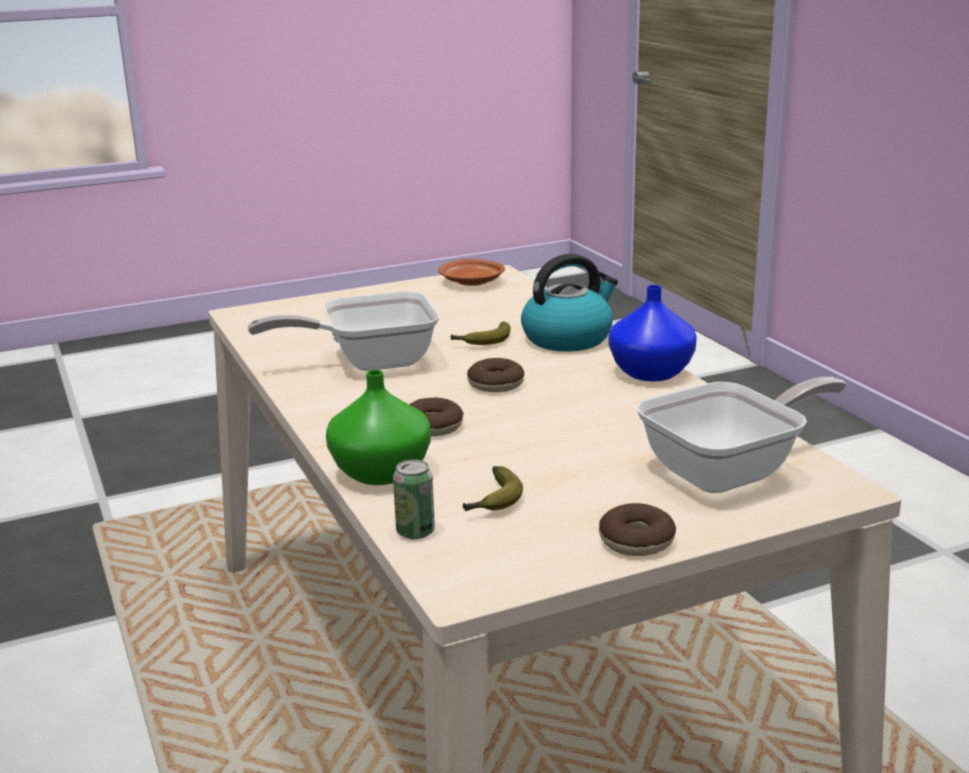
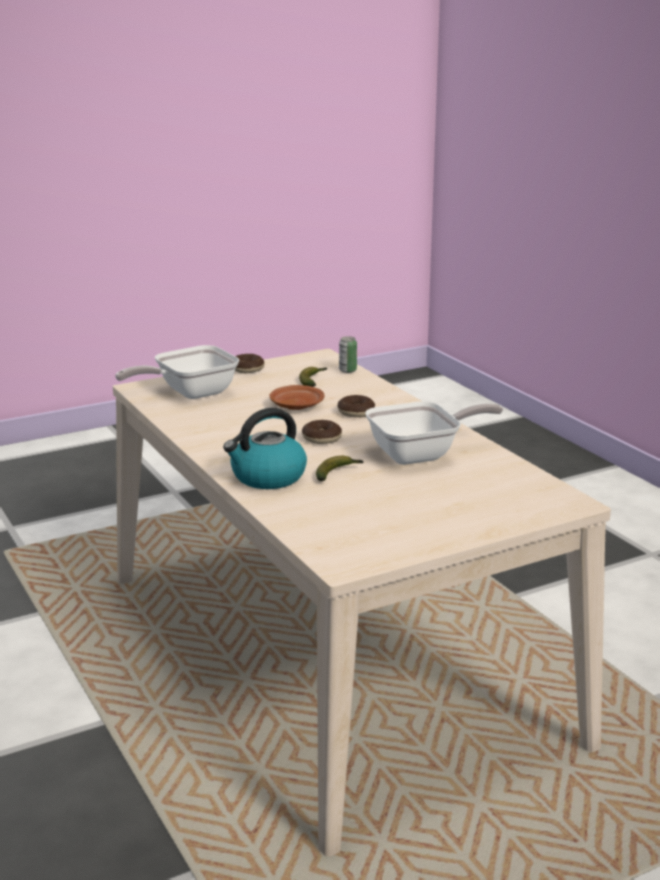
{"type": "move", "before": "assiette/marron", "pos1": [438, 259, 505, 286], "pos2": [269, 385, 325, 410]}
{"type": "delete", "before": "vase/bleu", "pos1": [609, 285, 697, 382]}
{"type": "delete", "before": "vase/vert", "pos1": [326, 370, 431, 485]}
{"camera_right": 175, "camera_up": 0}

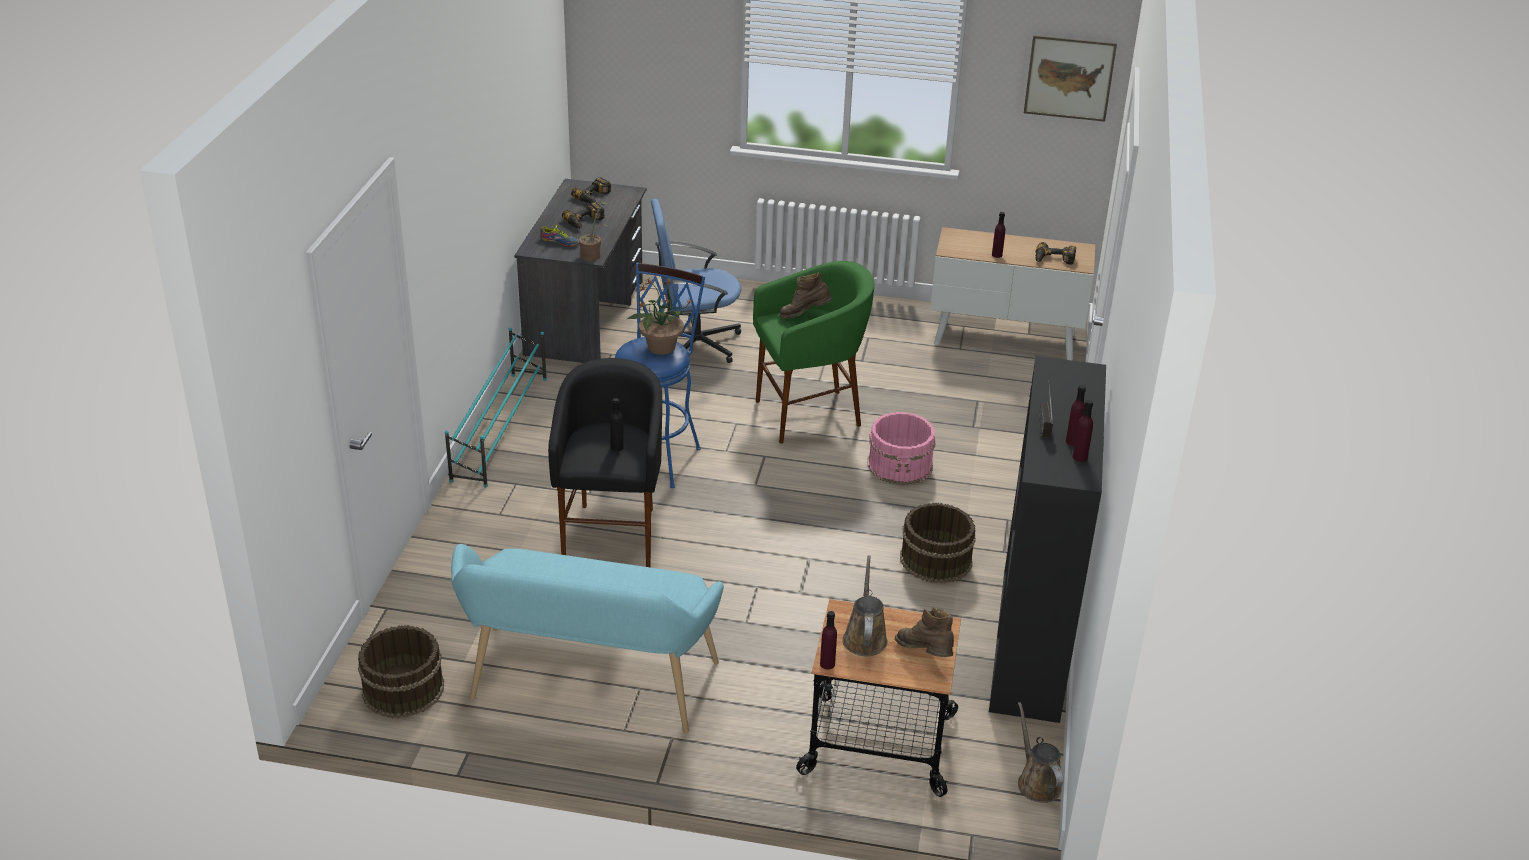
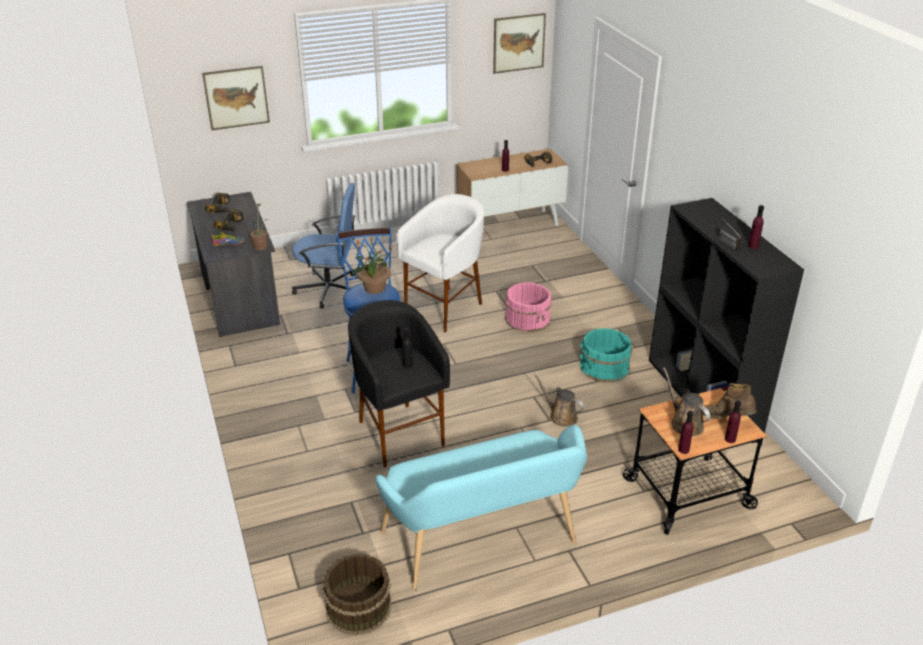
{"type": "rotate", "before": "chaise de bureau/bleu", "pos1": [651, 199, 741, 363], "pos2": [292, 183, 355, 309], "turn": -135}
{"type": "recolor", "before": "tabouret/vert", "after": "tabouret/blanc", "pos1": [753, 261, 874, 444], "pos2": [396, 194, 484, 332]}
{"type": "delete", "before": "botte/marron", "pos1": [779, 272, 832, 318]}
{"type": "delete", "before": "étagère à chaussures/turquoise", "pos1": [445, 328, 547, 488]}
{"type": "move", "before": "bouteille/violet", "pos1": [1073, 400, 1093, 462], "pos2": [725, 400, 741, 443]}
{"type": "recolor", "before": "seau/marron", "after": "seau/turquoise", "pos1": [900, 502, 976, 583], "pos2": [579, 328, 632, 383]}
{"type": "move", "before": "arrosoir/marron", "pos1": [1018, 702, 1063, 803], "pos2": [533, 373, 584, 427]}
{"type": "insert", "after": "tableau", "pos2": [202, 66, 270, 130]}
{"camera_right": -30, "camera_up": 0}

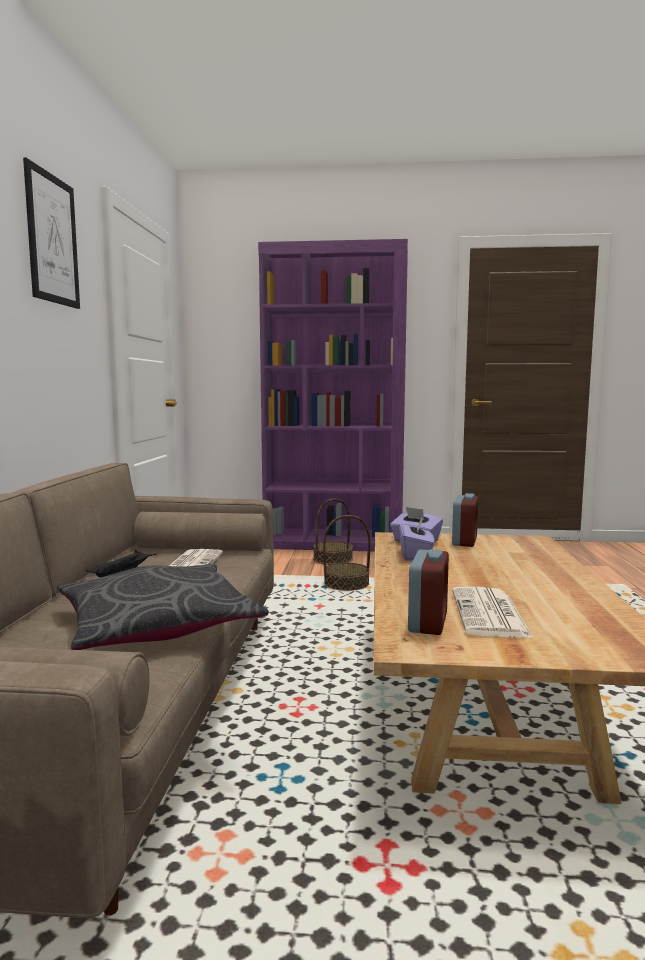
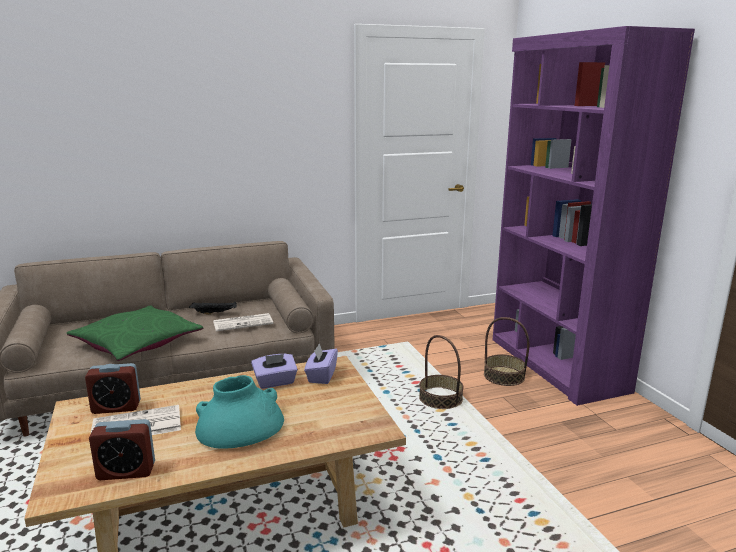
{"type": "delete", "before": "tableau", "pos1": [23, 157, 80, 309]}
{"type": "move", "before": "réveil", "pos1": [452, 493, 478, 547], "pos2": [89, 419, 155, 480]}
{"type": "recolor", "before": "coussin/gris", "after": "coussin/vert", "pos1": [57, 564, 269, 650], "pos2": [67, 305, 203, 361]}
{"type": "insert", "after": "vase/turquoise", "pos2": [195, 375, 284, 449]}
{"camera_right": 65, "camera_up": 10}

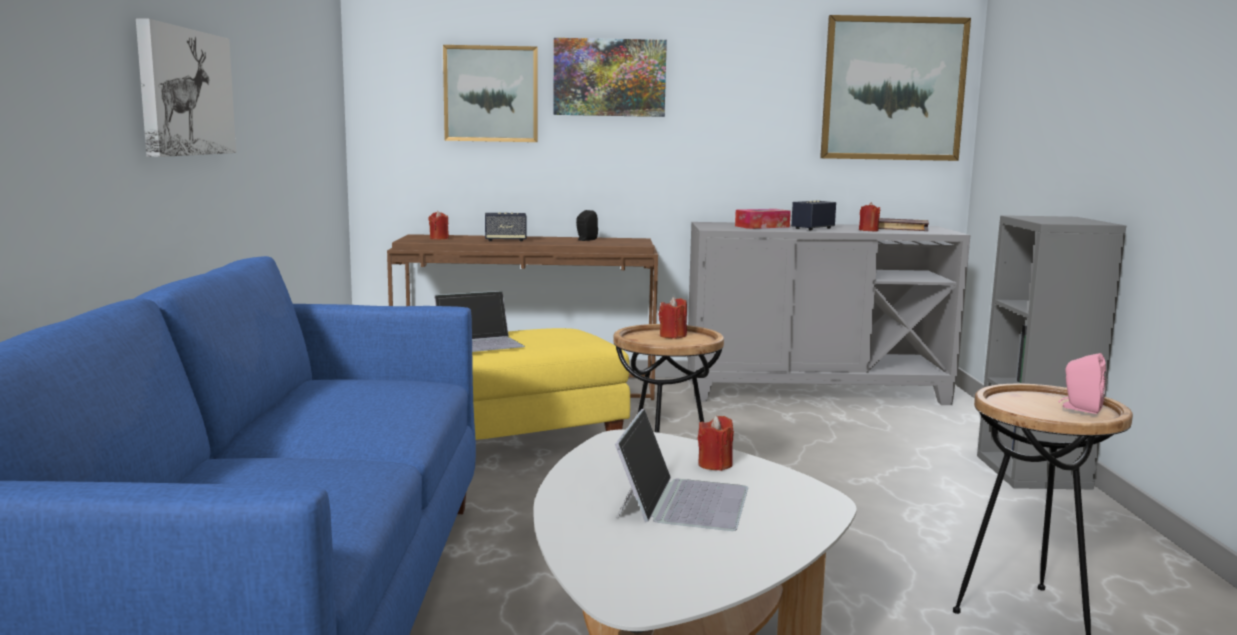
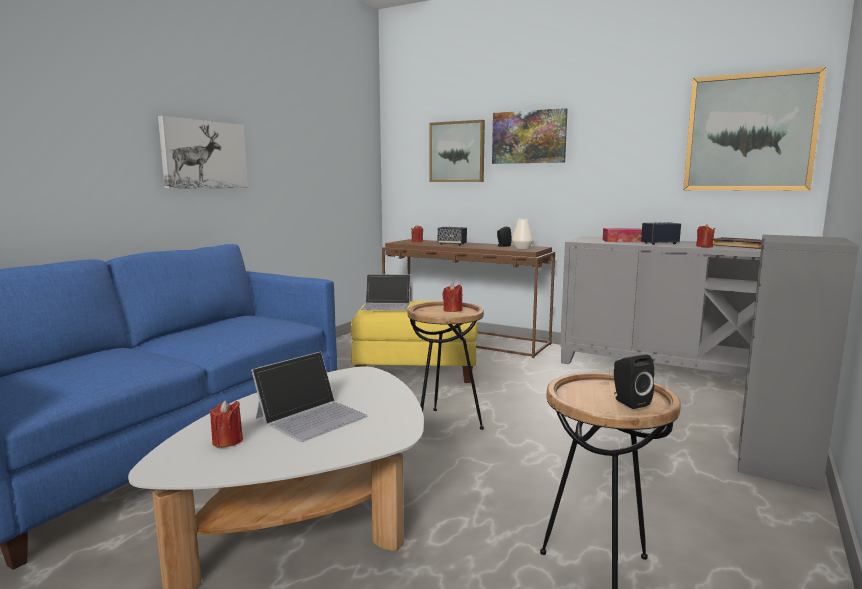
{"type": "recolor", "before": "enceinte/rose", "after": "enceinte/noir", "pos1": [1058, 353, 1107, 414], "pos2": [614, 355, 654, 409]}
{"type": "move", "before": "bougie/rouge", "pos1": [698, 416, 734, 471], "pos2": [210, 400, 243, 448]}
{"type": "insert", "after": "vase/blanc", "pos2": [512, 219, 534, 249]}
{"camera_right": 30, "camera_up": 0}

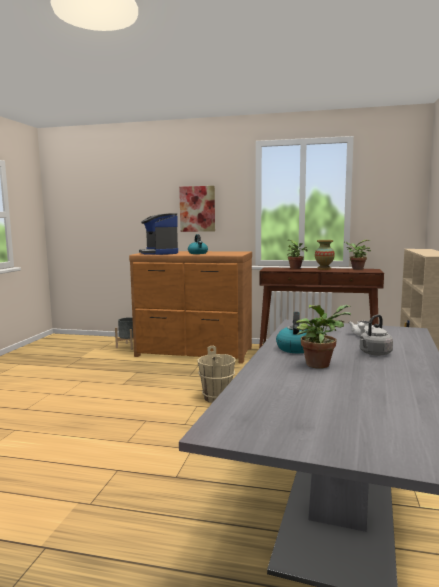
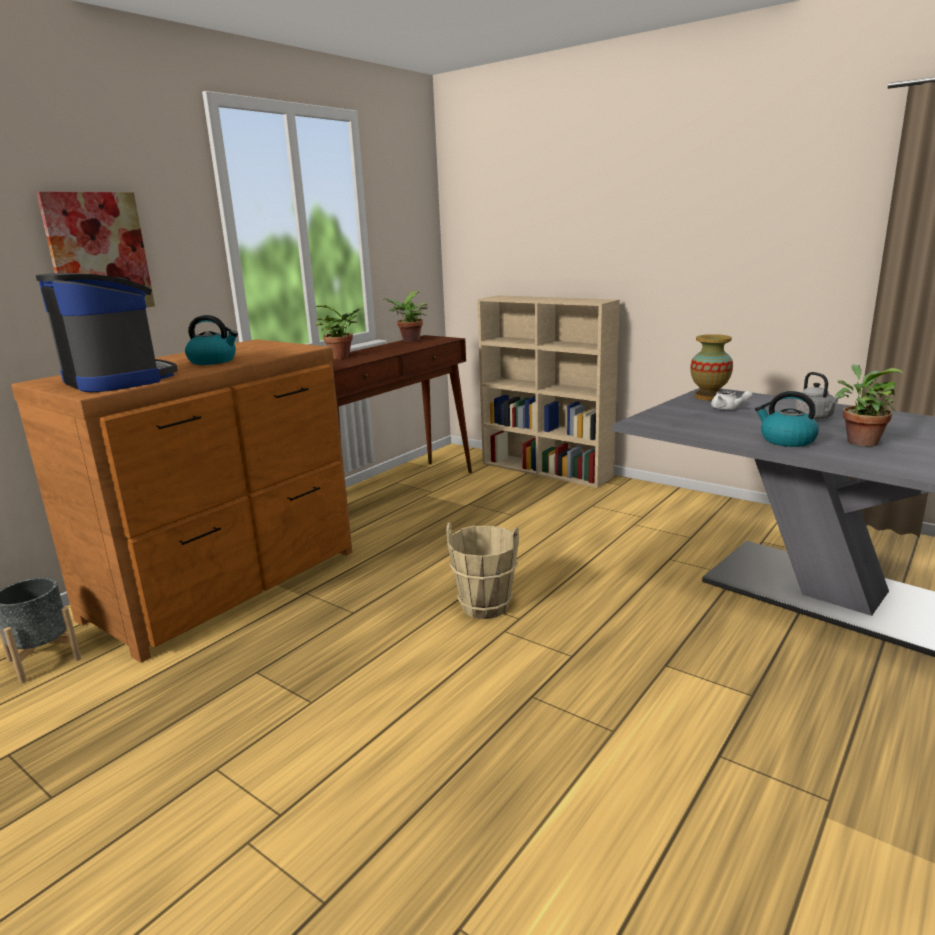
{"type": "rotate", "before": "machine à café", "pos1": [139, 213, 178, 255], "pos2": [35, 273, 178, 392], "turn": -135}
{"type": "move", "before": "vase", "pos1": [315, 240, 335, 270], "pos2": [690, 334, 733, 401]}
{"camera_right": -65, "camera_up": 10}

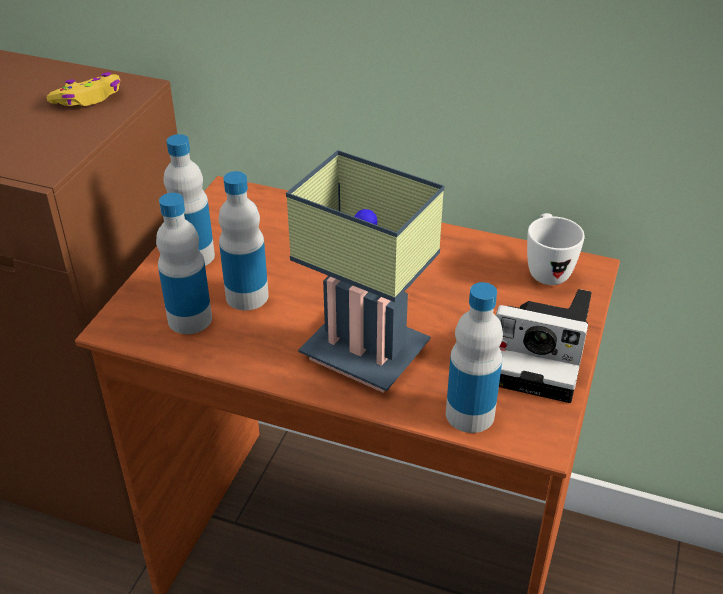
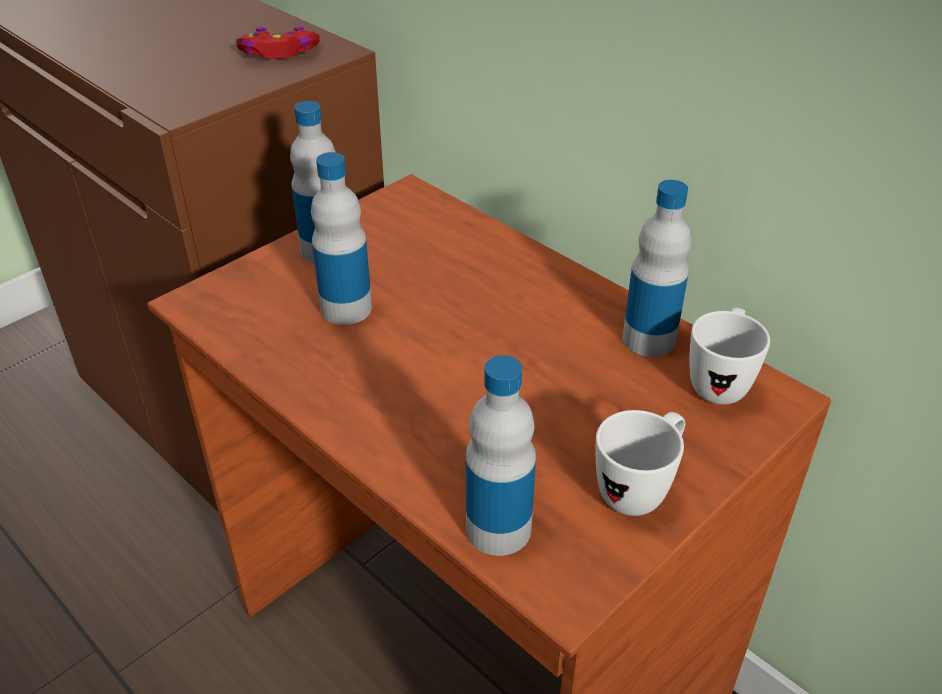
{"type": "recolor", "before": "manette/jaune", "after": "manette/rouge", "pos1": [46, 72, 120, 106], "pos2": [236, 27, 320, 59]}
{"type": "delete", "before": "lampe de table", "pos1": [286, 150, 444, 393]}
{"type": "move", "before": "bouteille", "pos1": [156, 193, 212, 334], "pos2": [623, 180, 691, 357]}
{"type": "replace", "before": "appareil photo", "after": "mug/blanc", "pos1": [496, 289, 592, 403], "pos2": [596, 410, 685, 516]}
{"camera_right": 25, "camera_up": 0}

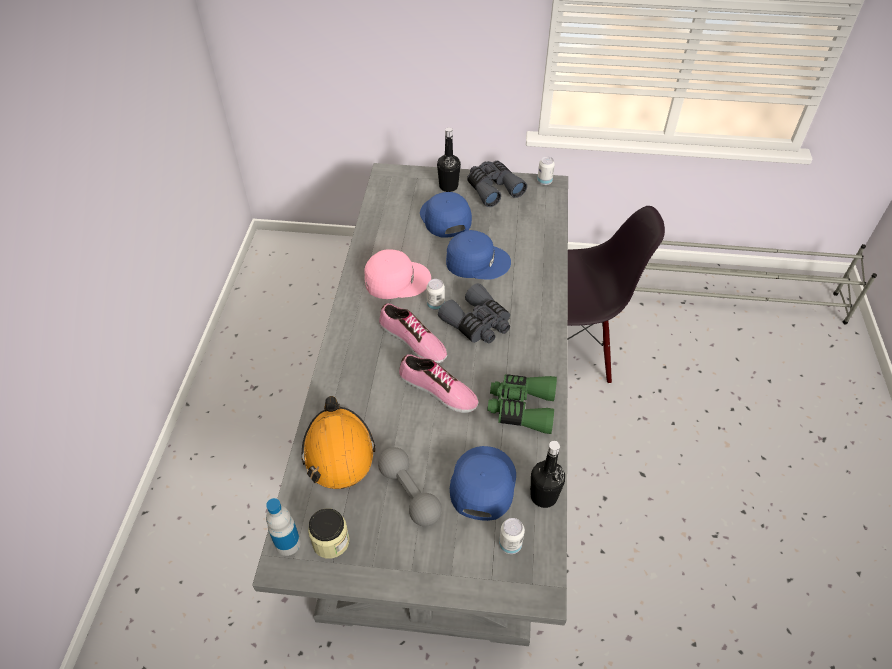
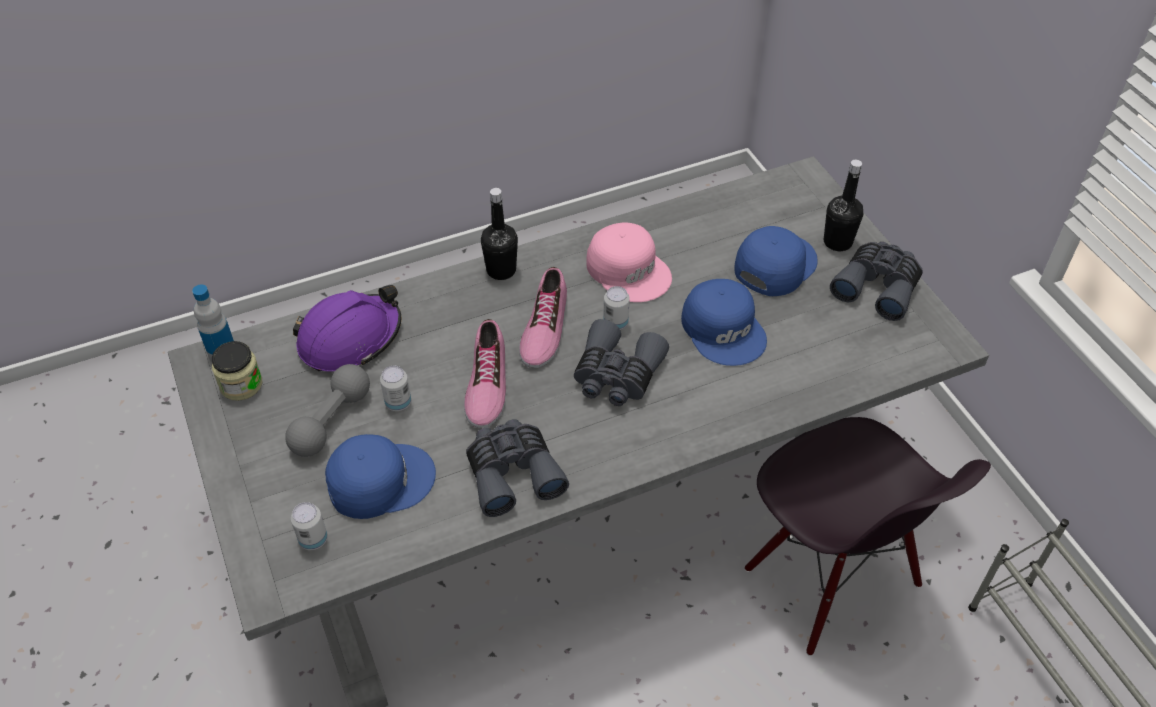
{"type": "move", "before": "boîte métallique", "pos1": [537, 156, 555, 185], "pos2": [380, 366, 411, 411]}
{"type": "recolor", "before": "jumelles/vert", "after": "jumelles/gris", "pos1": [487, 374, 557, 434], "pos2": [466, 419, 569, 517]}
{"type": "recolor", "before": "casque de chantier/orange", "after": "casque de chantier/violet", "pos1": [302, 396, 375, 489], "pos2": [293, 285, 401, 372]}
{"type": "move", "before": "bouteille/noir", "pos1": [530, 441, 565, 508], "pos2": [481, 188, 518, 280]}
{"camera_right": 60, "camera_up": 0}

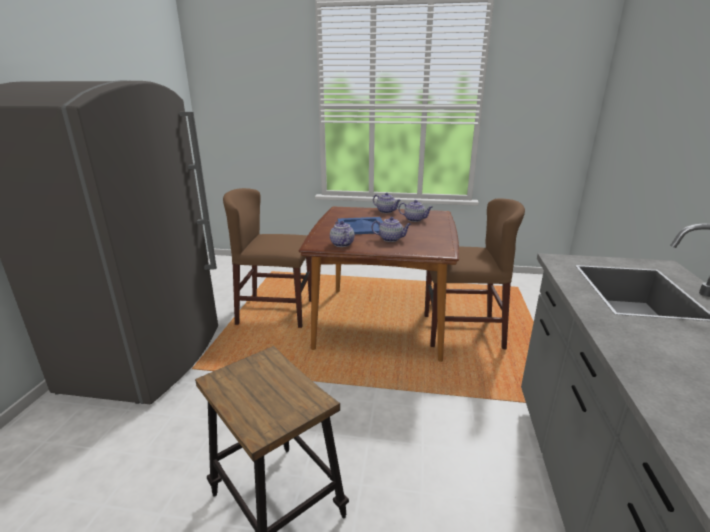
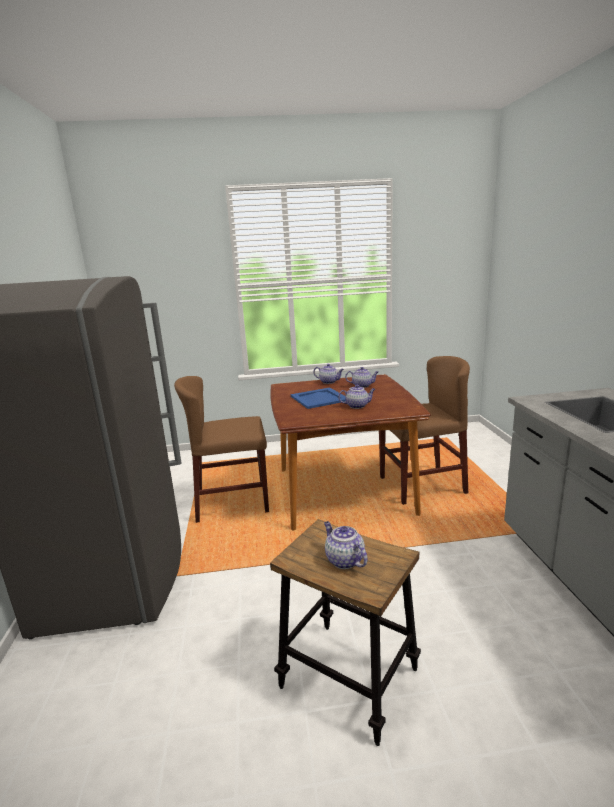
{"type": "move", "before": "théière", "pos1": [330, 221, 355, 247], "pos2": [324, 521, 368, 569]}
{"camera_right": -15, "camera_up": -5}

